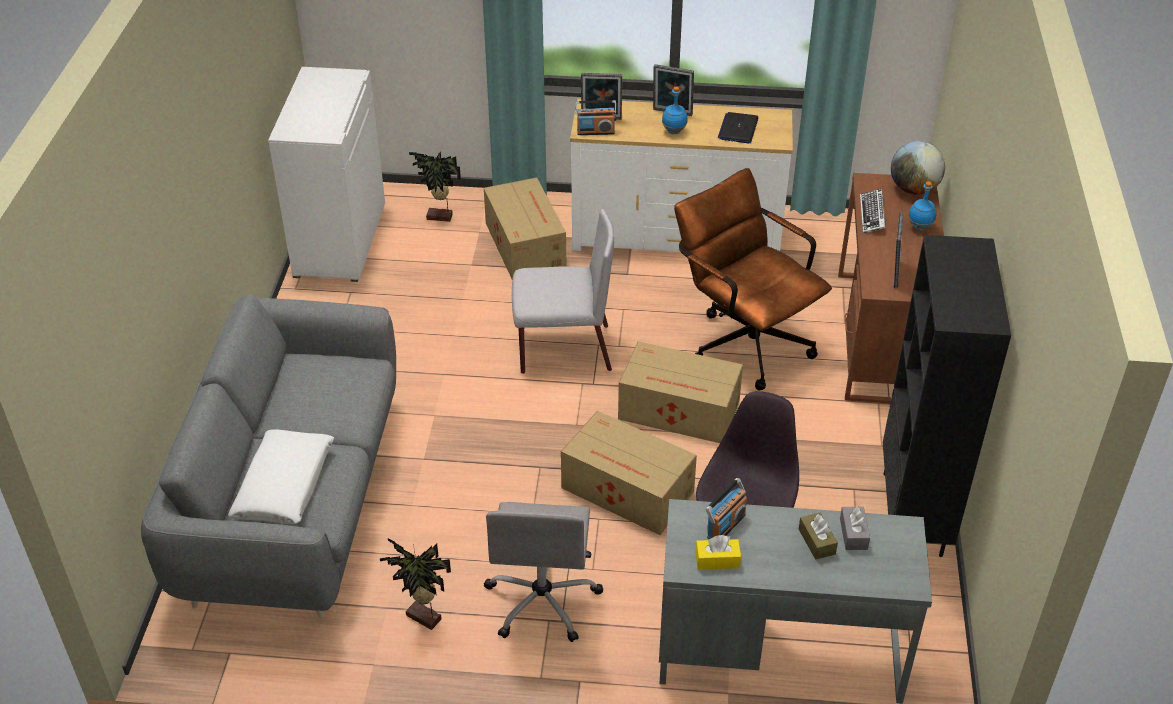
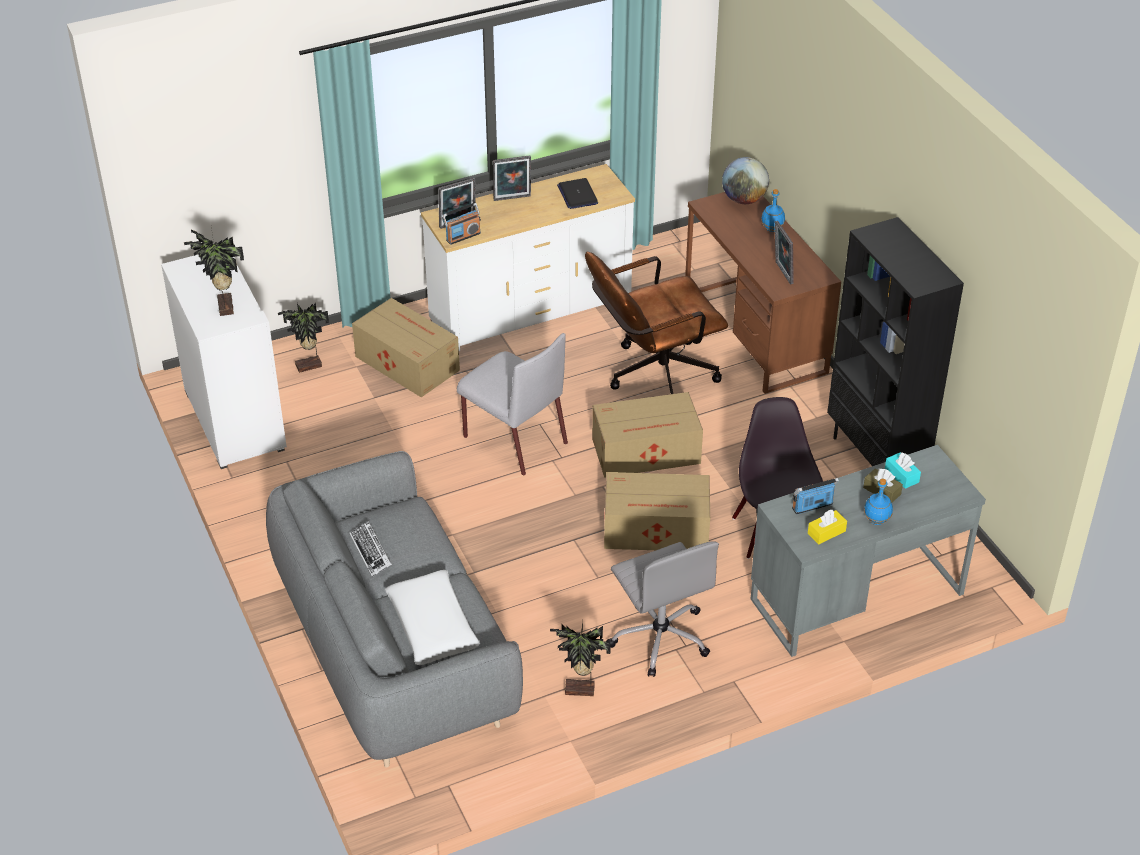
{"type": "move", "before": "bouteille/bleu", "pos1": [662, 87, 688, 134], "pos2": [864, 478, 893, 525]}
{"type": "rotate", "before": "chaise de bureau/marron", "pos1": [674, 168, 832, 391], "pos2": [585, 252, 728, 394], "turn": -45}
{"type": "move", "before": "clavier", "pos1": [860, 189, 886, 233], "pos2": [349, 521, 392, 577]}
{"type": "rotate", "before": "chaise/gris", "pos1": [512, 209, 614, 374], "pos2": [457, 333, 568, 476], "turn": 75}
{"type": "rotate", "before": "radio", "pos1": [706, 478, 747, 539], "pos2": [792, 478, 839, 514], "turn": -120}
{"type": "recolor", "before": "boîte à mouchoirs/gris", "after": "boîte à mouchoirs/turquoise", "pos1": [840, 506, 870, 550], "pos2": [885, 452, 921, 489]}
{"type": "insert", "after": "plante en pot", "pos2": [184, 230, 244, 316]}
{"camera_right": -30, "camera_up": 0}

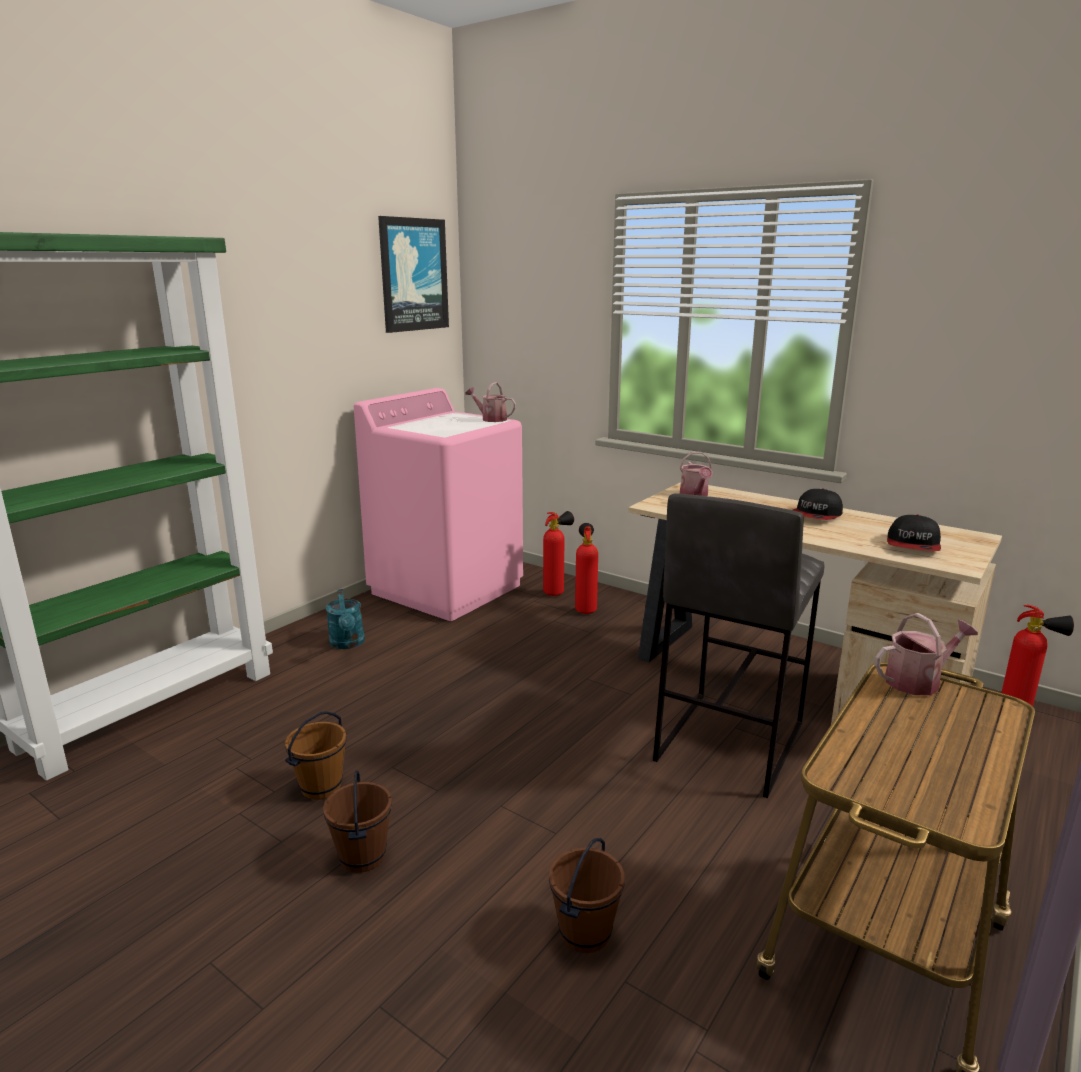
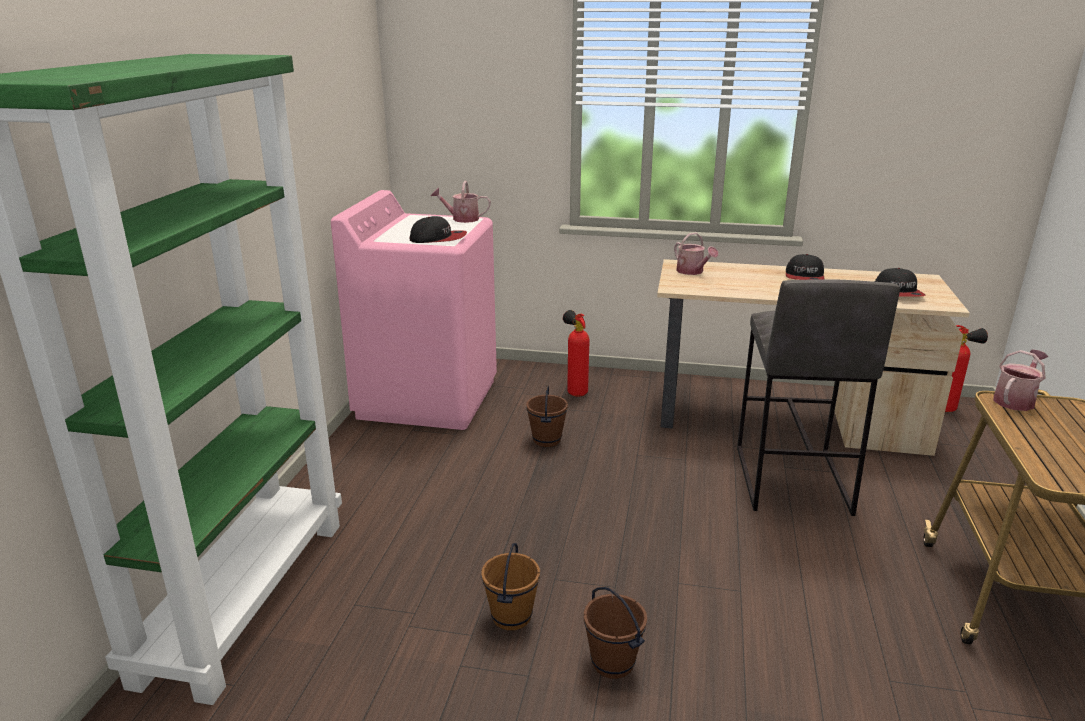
{"type": "delete", "before": "tableau", "pos1": [378, 216, 449, 333]}
{"type": "delete", "before": "extincteur", "pos1": [543, 511, 574, 596]}
{"type": "delete", "before": "arrosoir/turquoise", "pos1": [326, 589, 365, 649]}
{"type": "move", "before": "seau/marron", "pos1": [549, 838, 625, 953], "pos2": [526, 385, 568, 447]}
{"type": "insert", "after": "casquette", "pos2": [410, 216, 467, 243]}
{"camera_right": -25, "camera_up": 5}

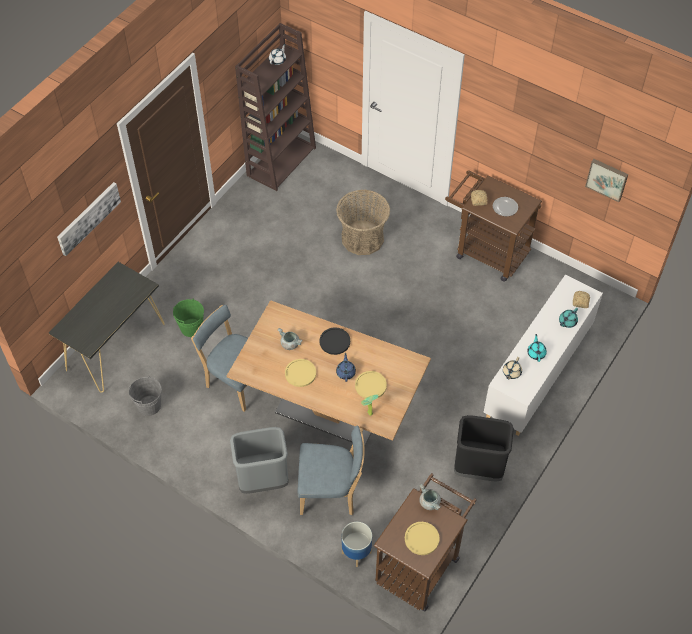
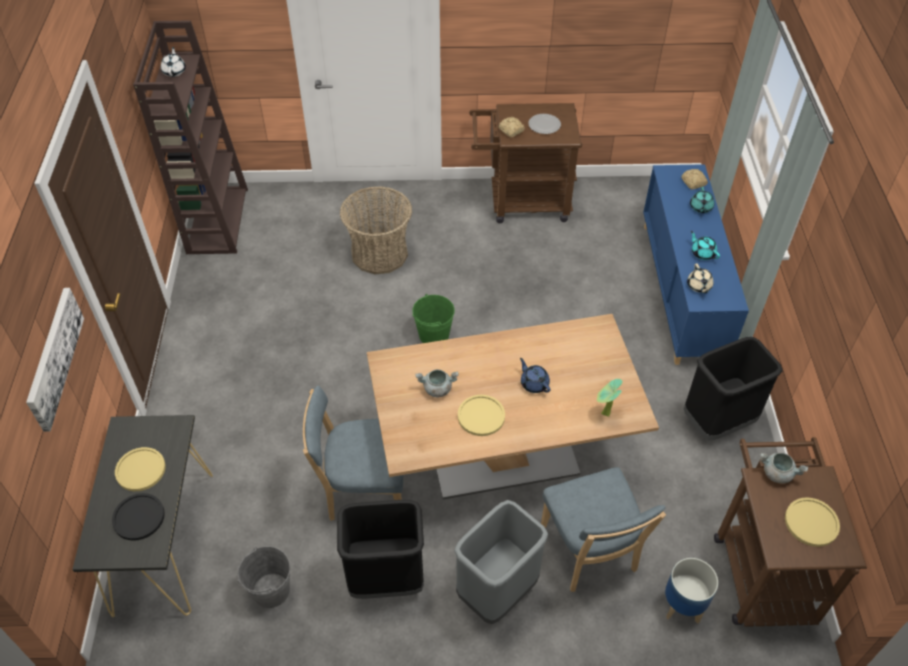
{"type": "delete", "before": "tableau", "pos1": [585, 159, 628, 202]}
{"type": "recolor", "before": "meuble de rangement/blanc", "after": "meuble de rangement/bleu", "pos1": [484, 275, 603, 436], "pos2": [643, 164, 749, 365]}
{"type": "move", "before": "seau/vert", "pos1": [173, 298, 204, 337], "pos2": [412, 294, 455, 343]}
{"type": "move", "before": "assiette/noir", "pos1": [319, 327, 350, 355], "pos2": [112, 493, 165, 541]}
{"type": "move", "before": "assiette/jaune", "pos1": [355, 371, 387, 398], "pos2": [115, 447, 166, 491]}
{"type": "rotate", "before": "chaise/bleu", "pos1": [297, 425, 365, 515], "pos2": [541, 467, 666, 592], "turn": 105}
{"type": "insert", "after": "poubelle/noir", "pos2": [337, 500, 424, 599]}
{"camera_right": -35, "camera_up": -5}

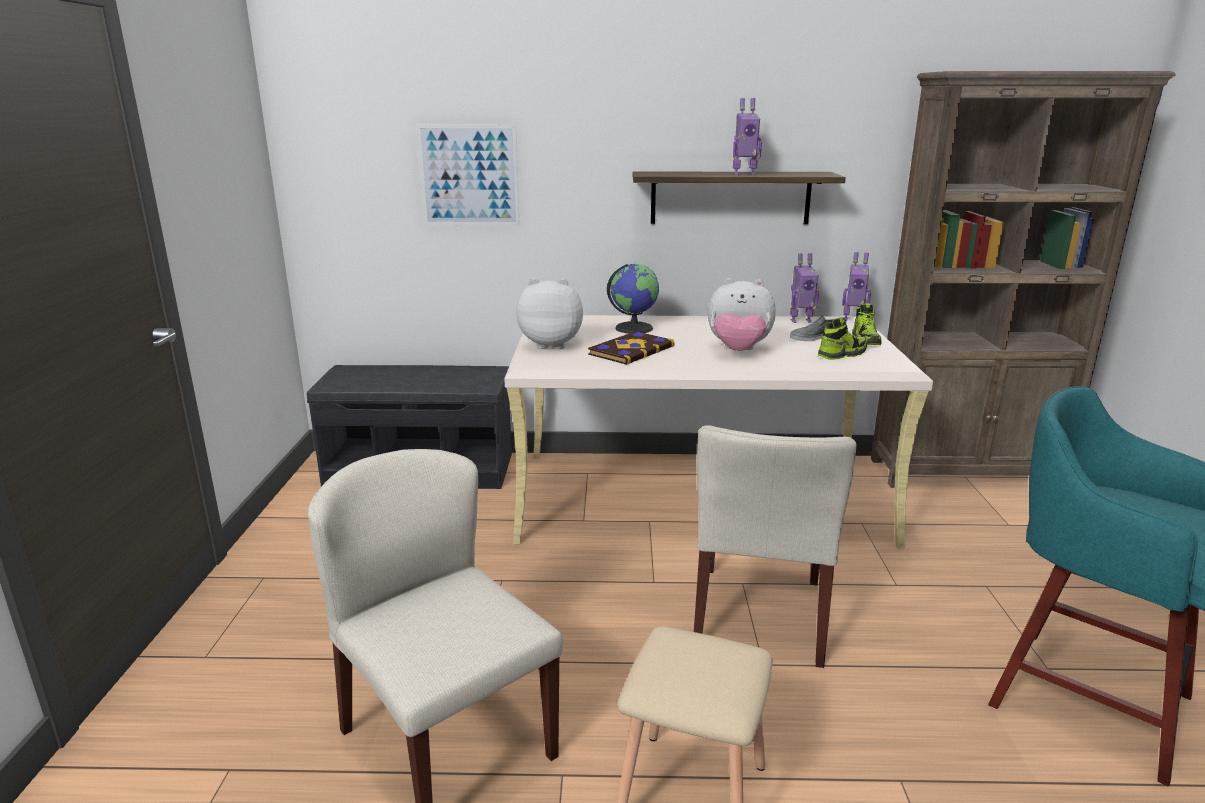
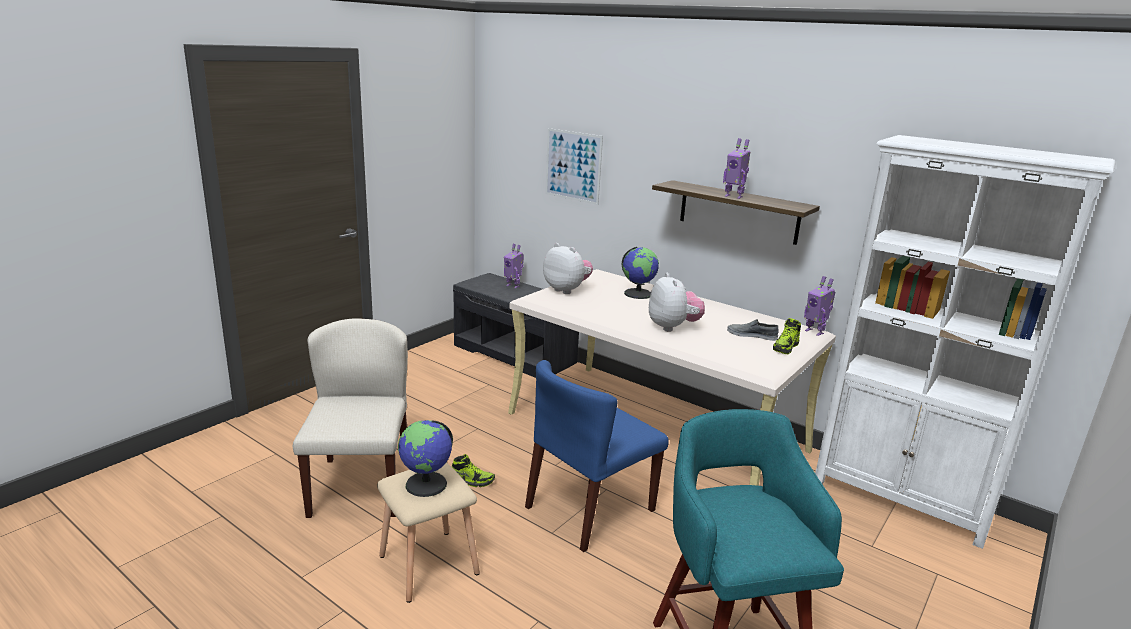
{"type": "recolor", "before": "bibliothèque/marron", "after": "bibliothèque/blanc", "pos1": [871, 71, 1175, 488], "pos2": [815, 135, 1116, 549]}
{"type": "move", "before": "robot jouet", "pos1": [790, 253, 819, 323], "pos2": [504, 244, 524, 288]}
{"type": "rotate", "before": "peluche", "pos1": [708, 278, 776, 351], "pos2": [649, 273, 705, 332], "turn": -150}
{"type": "move", "before": "chaussure", "pos1": [818, 318, 868, 360], "pos2": [452, 454, 495, 487]}
{"type": "delete", "before": "livre", "pos1": [588, 331, 675, 365]}
{"type": "recolor", "before": "chaise/beige", "after": "chaise/bleu", "pos1": [694, 425, 857, 668], "pos2": [525, 360, 669, 552]}
{"type": "insert", "after": "globe", "pos2": [398, 420, 453, 497]}
{"camera_right": 35, "camera_up": 0}

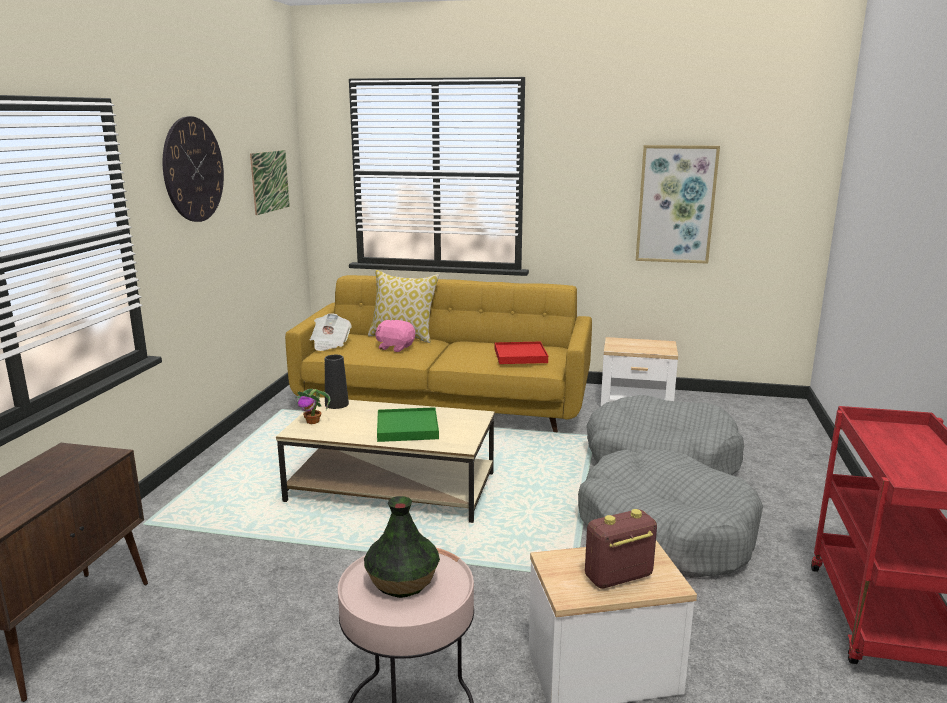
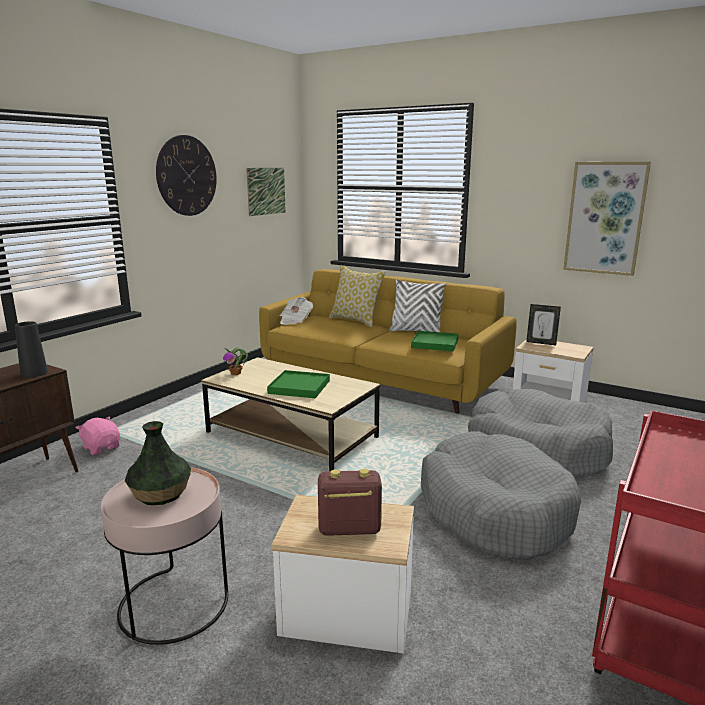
{"type": "move", "before": "peluche/rose", "pos1": [375, 320, 415, 352], "pos2": [76, 416, 120, 455]}
{"type": "recolor", "before": "plateau/rouge", "after": "plateau/vert", "pos1": [495, 342, 548, 364], "pos2": [411, 331, 459, 352]}
{"type": "move", "before": "vase/noir", "pos1": [325, 355, 349, 409], "pos2": [15, 321, 48, 378]}
{"type": "insert", "after": "coussin/blanc", "pos2": [389, 279, 446, 332]}
{"type": "insert", "after": "cadre photo", "pos2": [526, 304, 561, 345]}
{"camera_right": 20, "camera_up": 0}

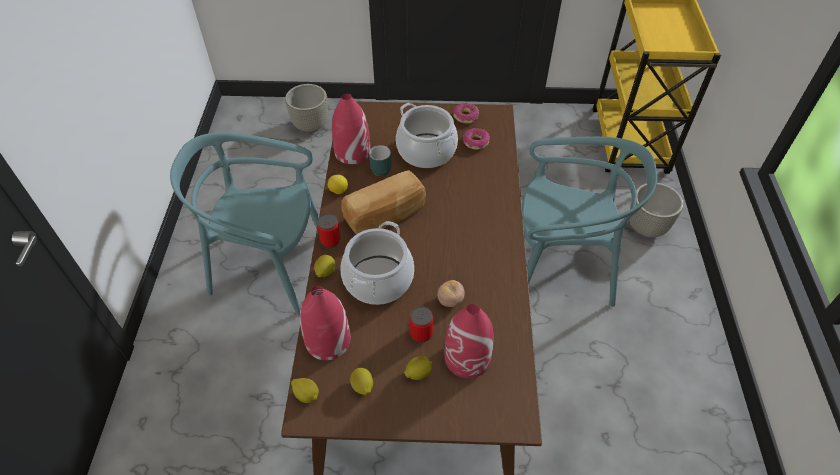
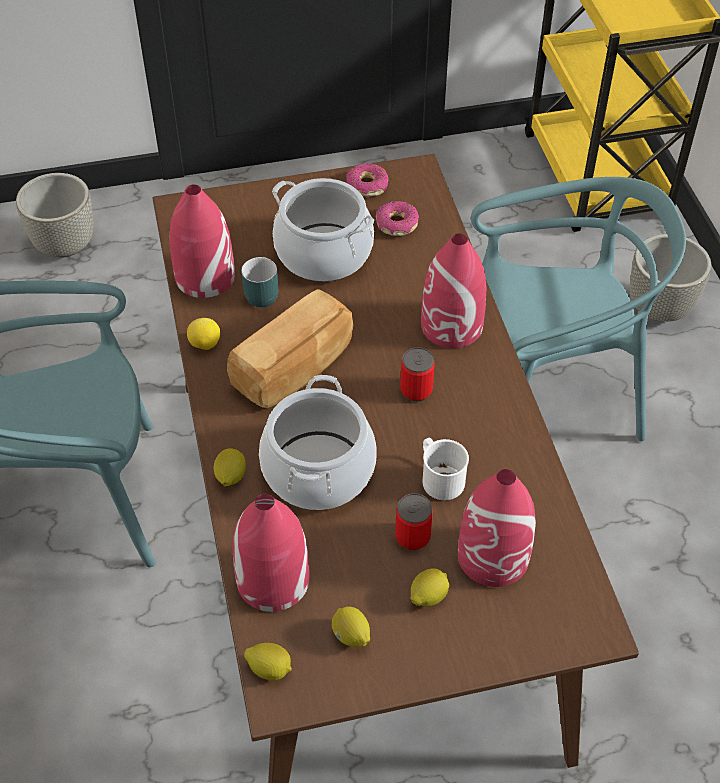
{"type": "move", "before": "boîte métallique", "pos1": [317, 214, 340, 248], "pos2": [400, 347, 435, 402]}
{"type": "replace", "before": "tomate", "after": "mug/blanc", "pos1": [437, 280, 465, 307], "pos2": [422, 437, 469, 500]}
{"type": "insert", "after": "vase/rouge", "pos2": [421, 234, 486, 348]}
{"camera_right": -15, "camera_up": 0}

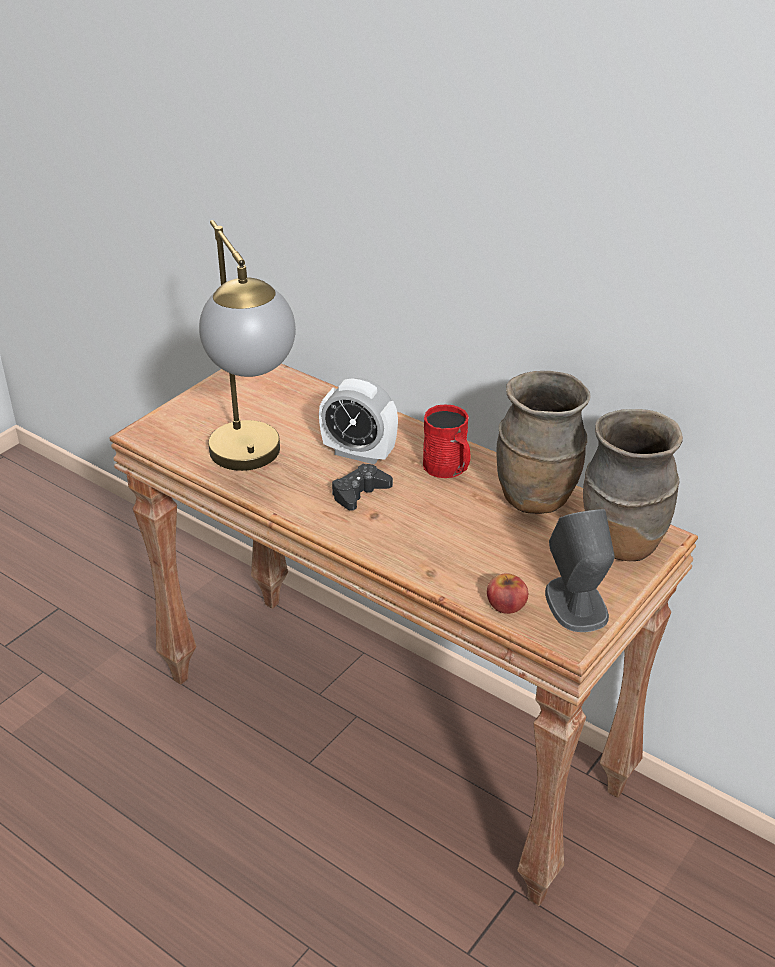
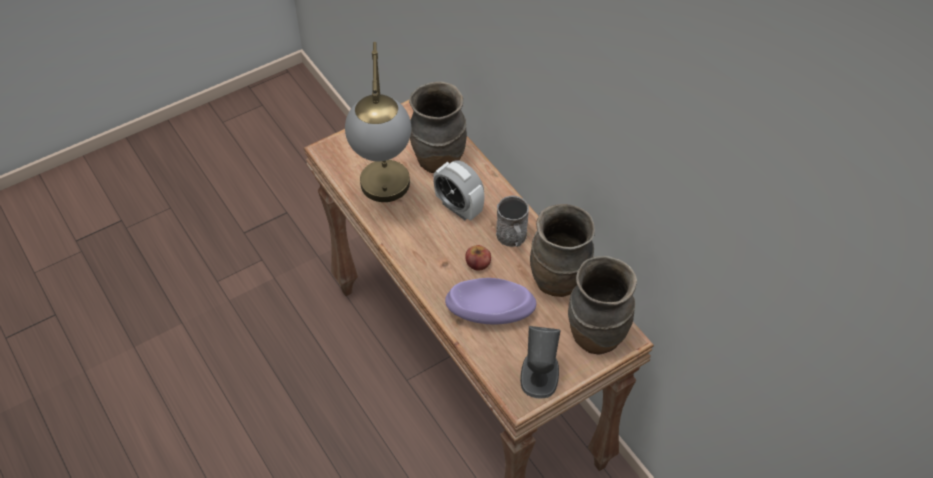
{"type": "recolor", "before": "mug/rouge", "after": "mug/gris", "pos1": [423, 405, 471, 478], "pos2": [496, 195, 529, 247]}
{"type": "delete", "before": "manette/noir", "pos1": [332, 464, 393, 511]}
{"type": "move", "before": "pomme", "pos1": [487, 573, 528, 614], "pos2": [465, 245, 491, 271]}
{"type": "insert", "after": "vase/marron", "pos2": [409, 81, 467, 173]}
{"type": "insert", "after": "bol/violet", "pos2": [445, 278, 536, 324]}
{"camera_right": 20, "camera_up": 15}

